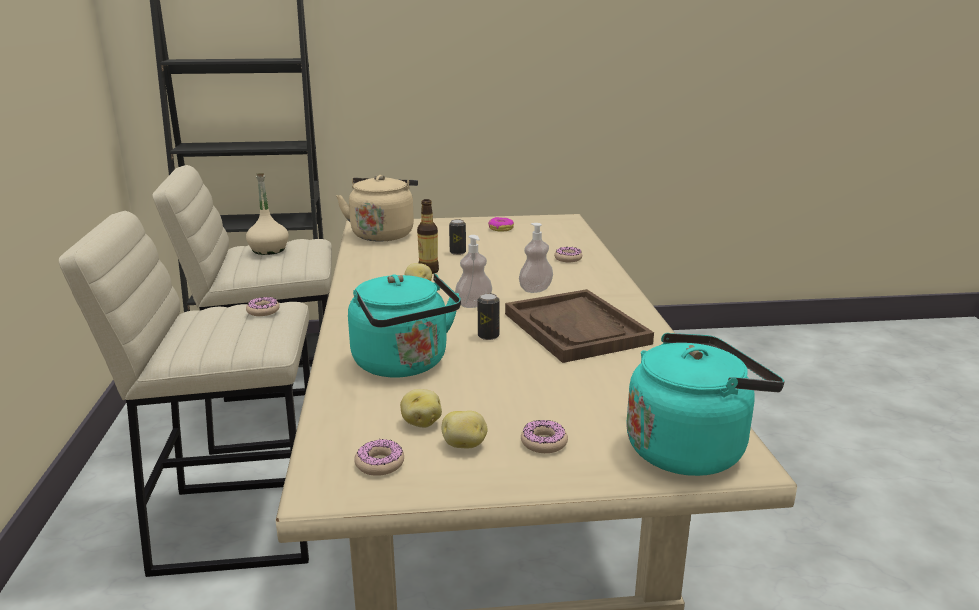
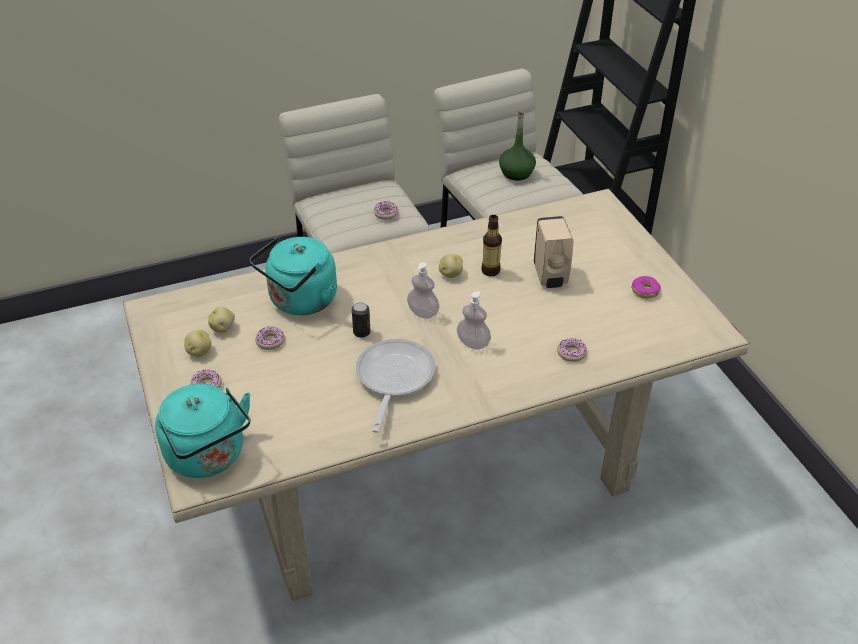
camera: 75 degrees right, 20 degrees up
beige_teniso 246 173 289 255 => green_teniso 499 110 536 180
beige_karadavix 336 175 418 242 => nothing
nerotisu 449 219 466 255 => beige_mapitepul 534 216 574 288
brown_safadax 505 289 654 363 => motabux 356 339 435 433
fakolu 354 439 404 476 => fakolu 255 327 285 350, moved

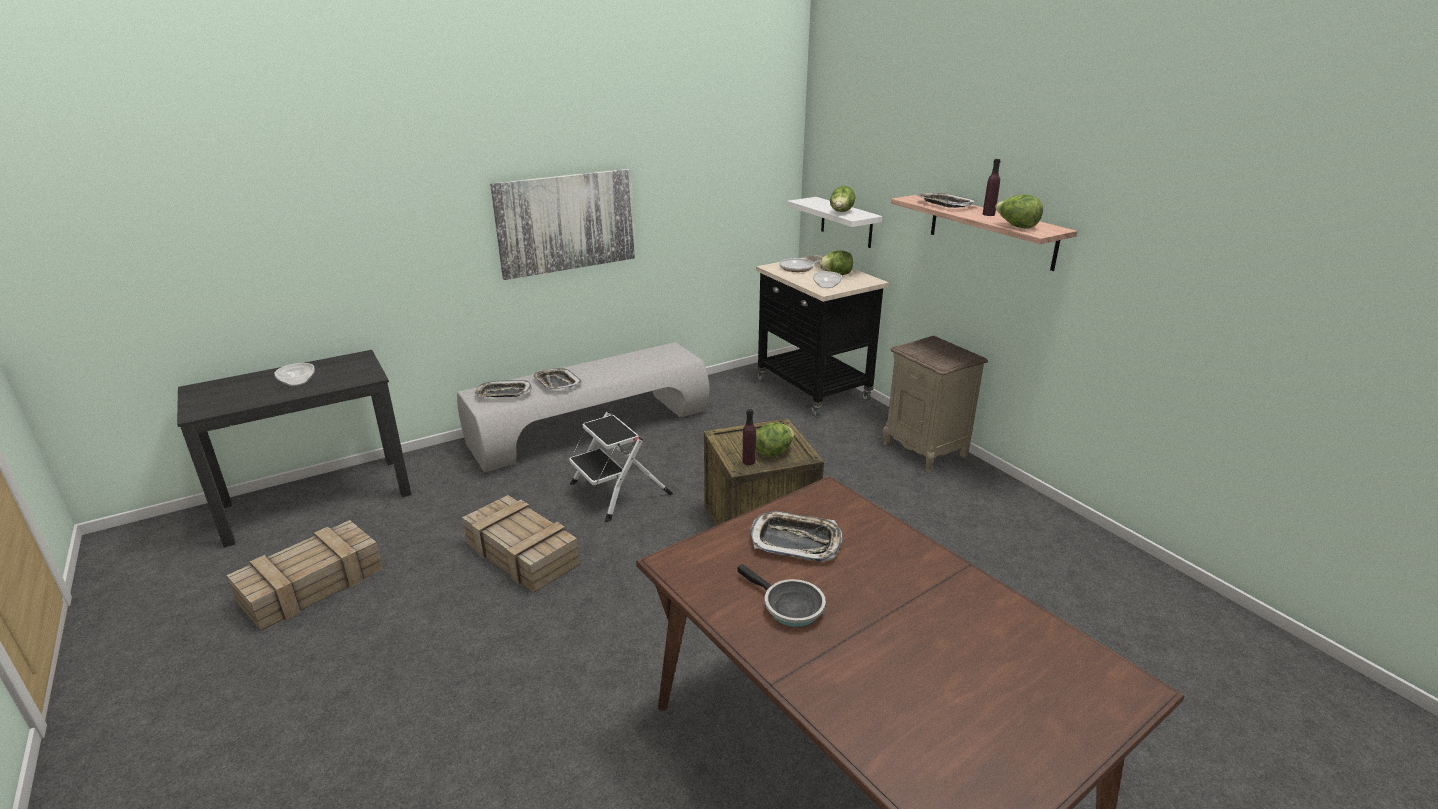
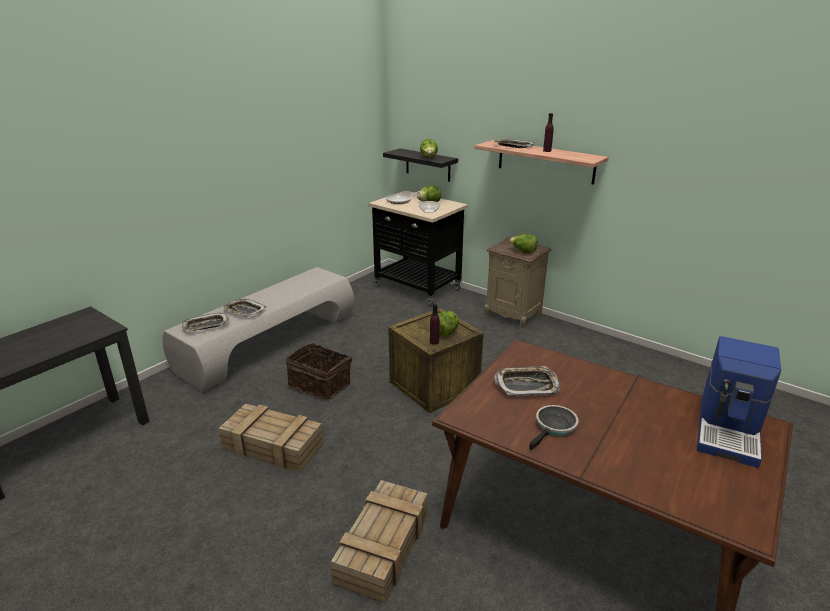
camera: 20 degrees left, 0 degrees up
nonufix 490 169 635 280 => nothing
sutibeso 995 194 1043 229 => sutibeso 509 234 538 253, moved
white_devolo 787 197 883 248 => black_devolo 383 148 458 182
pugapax 274 363 315 386 => nothing
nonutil 569 410 673 522 => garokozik 286 343 352 400
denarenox 227 520 383 631 => denarenox 331 480 428 603, moved
motabux 737 564 826 627 => motabux 529 405 579 451, 75 degrees counterclockwise
nothing => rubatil 697 336 781 468

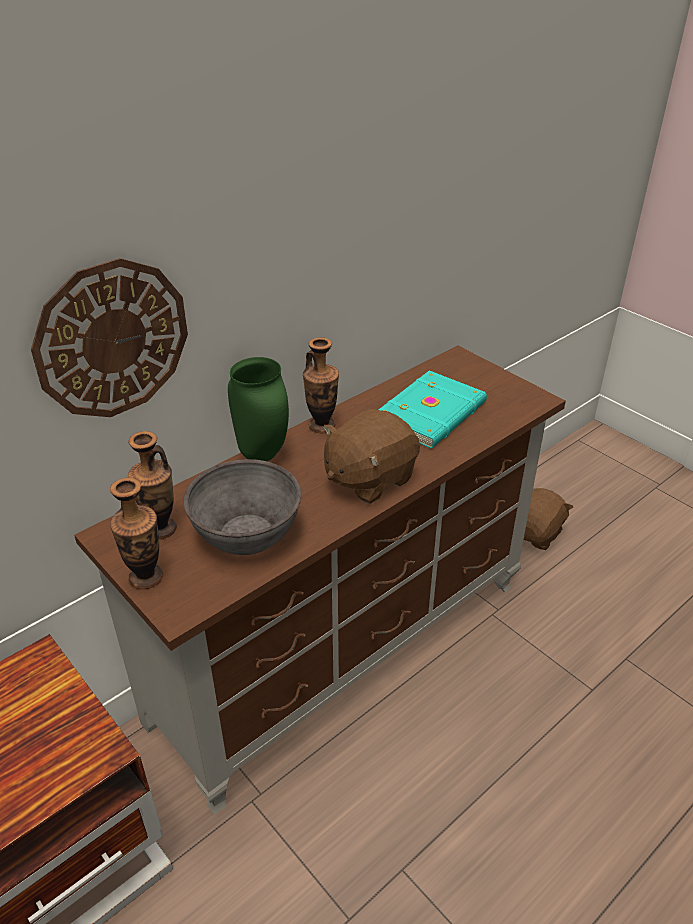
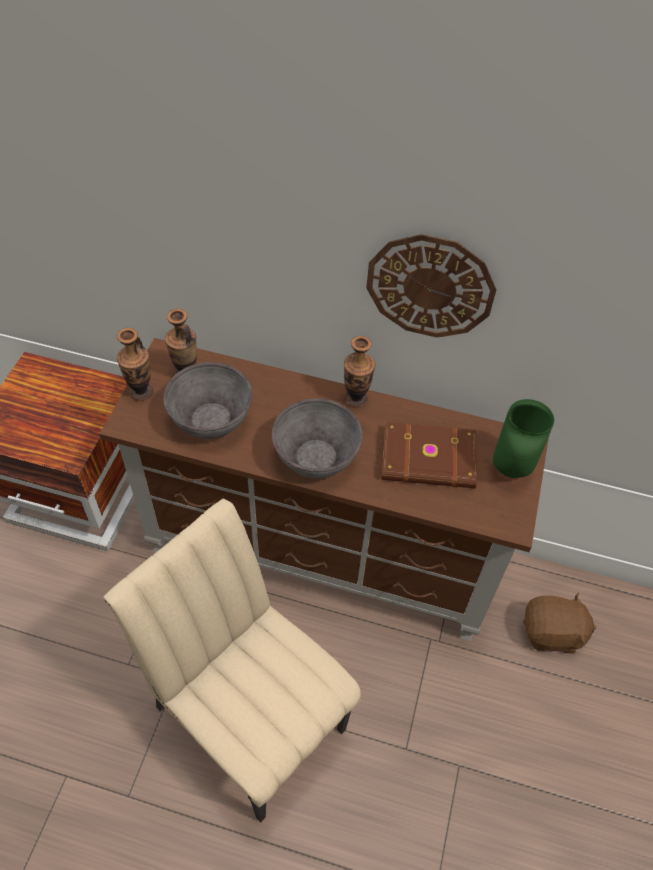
camera: 55 degrees right, 15 degrees up
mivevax 31 258 188 417 => mivevax 366 234 497 338, moved
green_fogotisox 228 357 289 461 => green_fogotisox 493 399 554 478, moved
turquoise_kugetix 379 370 487 449 => brown_kugetix 381 422 477 488
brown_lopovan 323 409 420 504 => grey_pugapax 272 398 363 478
nothing => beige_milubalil 103 498 361 822

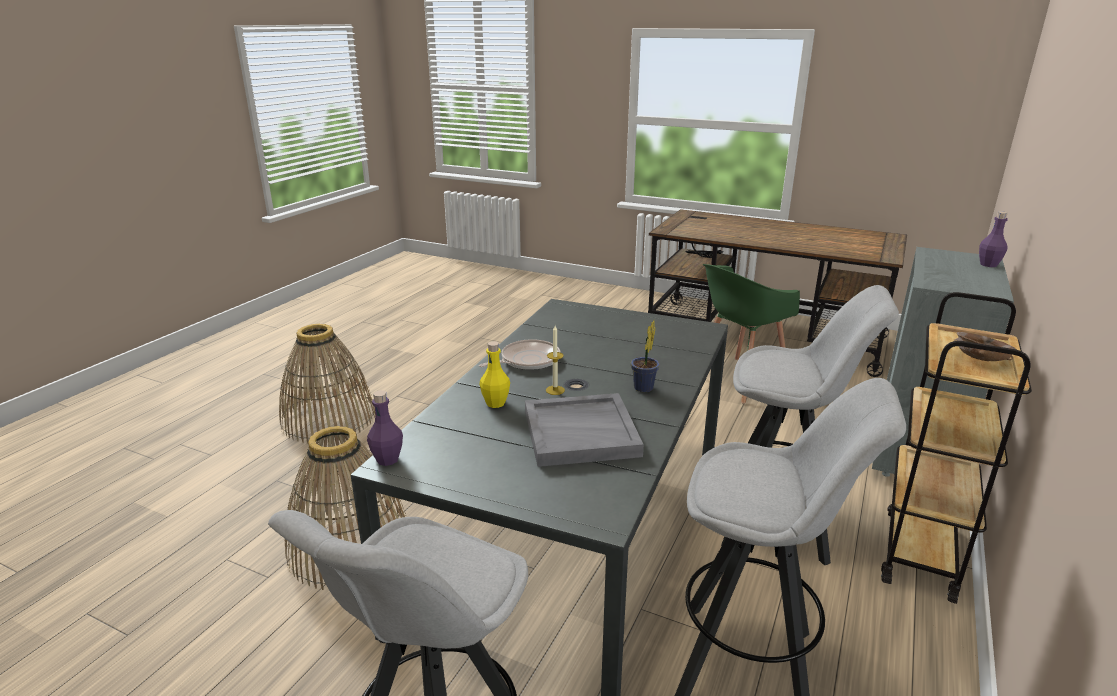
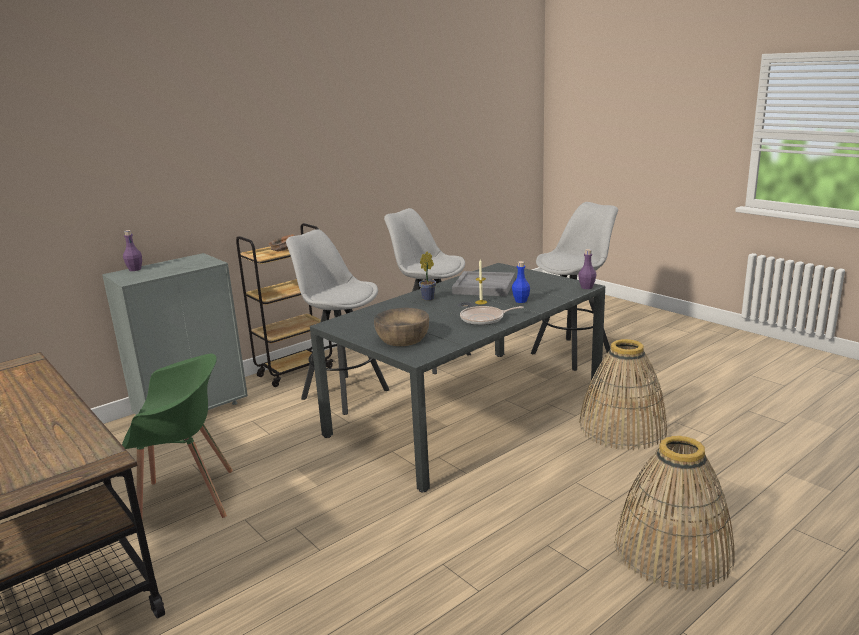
camera: 155 degrees left, 5 degrees down
yellow_teniso 479 341 510 408 => blue_teniso 512 261 530 303
nothing => brown_pugapax 374 308 429 346

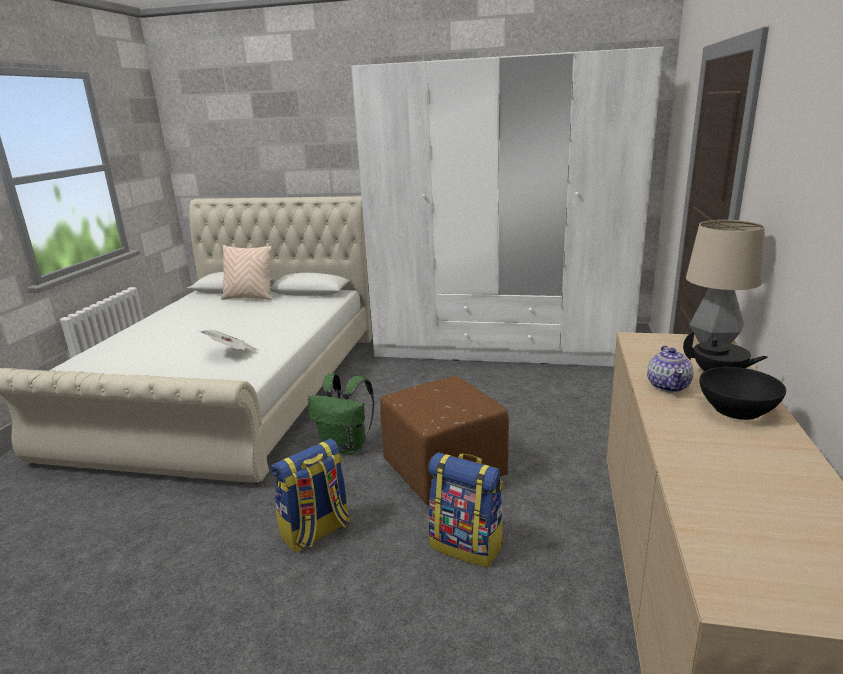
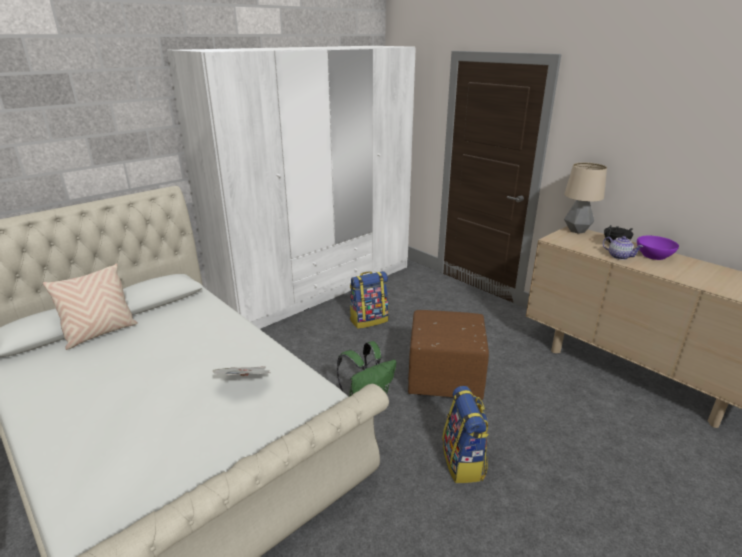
camera: 55 degrees left, 5 degrees up
black_pugapax 699 367 786 420 => purple_pugapax 637 236 679 260
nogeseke 428 452 504 567 => nogeseke 350 271 389 329, moved

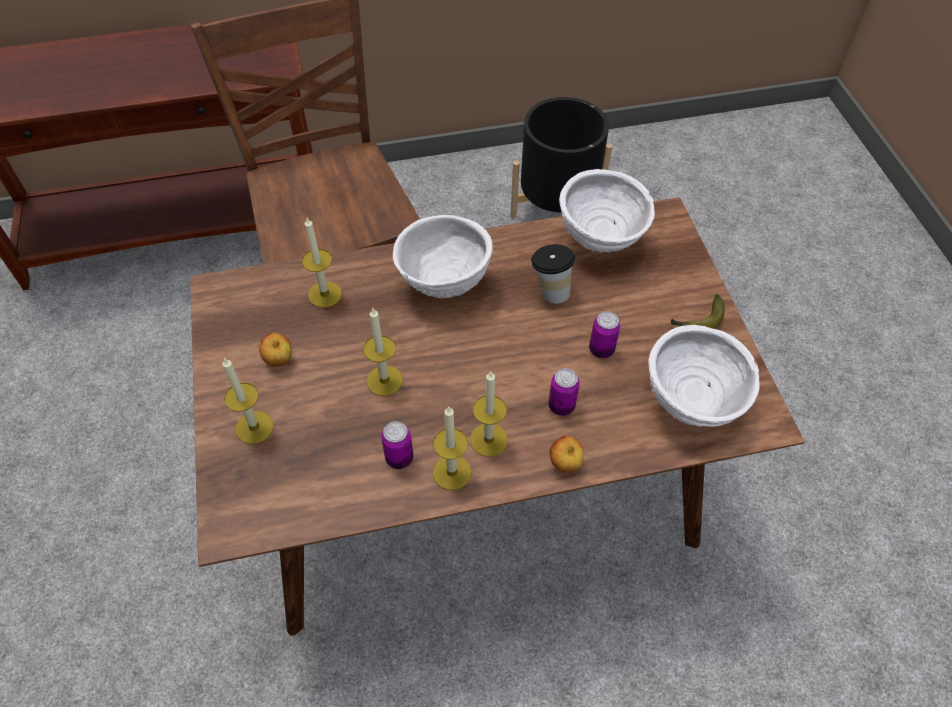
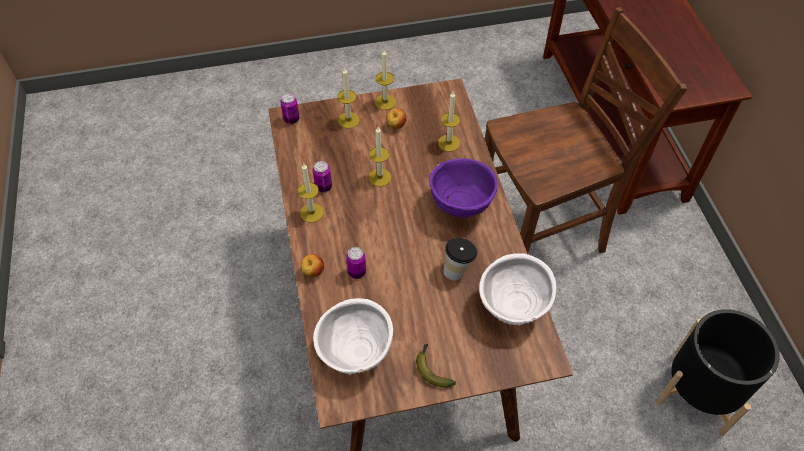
camera: 90 degrees right, 0 degrees up
white_pugapax 393 215 493 299 => purple_pugapax 429 158 498 218
nerotisu 589 311 620 358 => nerotisu 280 93 299 124, moved
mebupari 470 372 508 457 => mebupari 375 50 396 110, moved

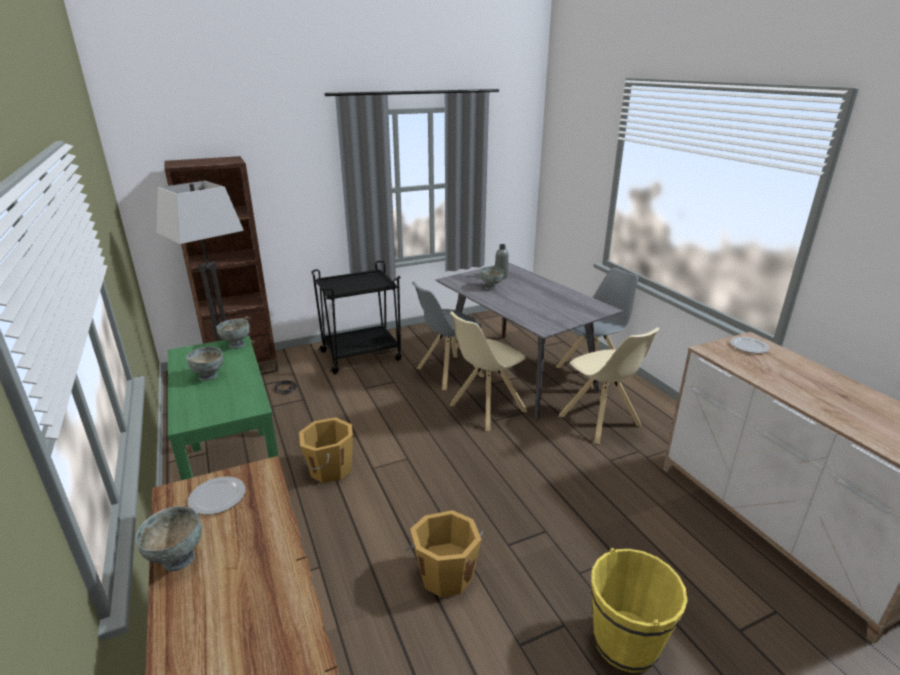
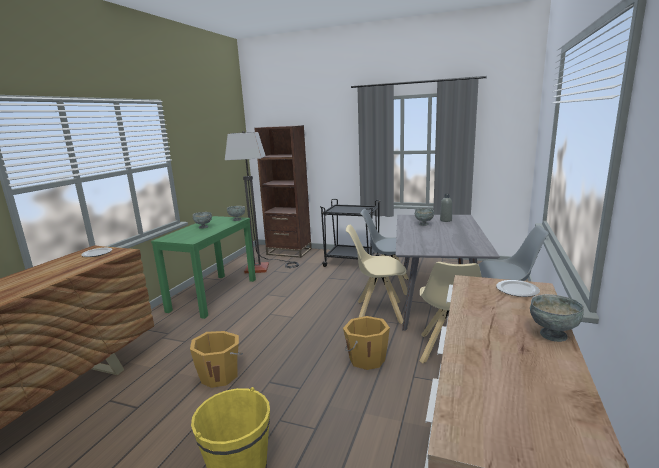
camera: 45 degrees right, 10 degrees down
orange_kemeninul 299 417 353 483 => orange_kemeninul 343 316 390 370, moved
grey_pugapax 135 506 202 571 => grey_pugapax 530 294 584 342, moved

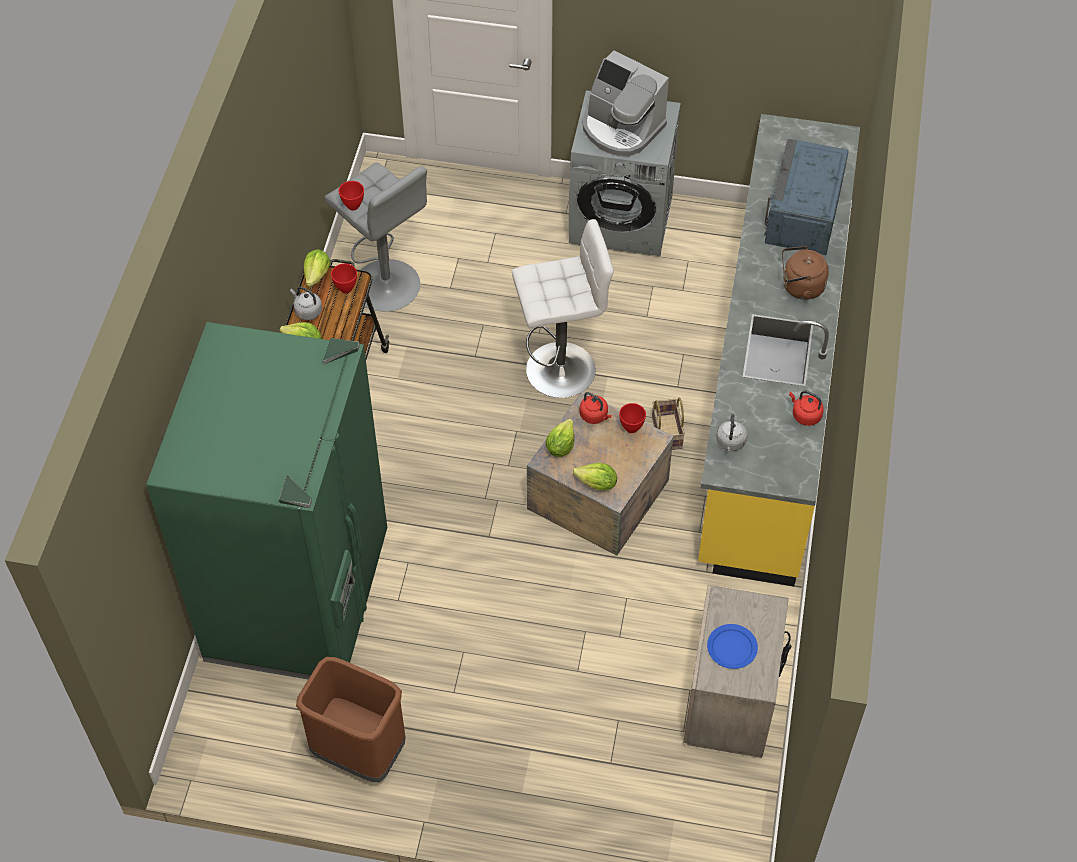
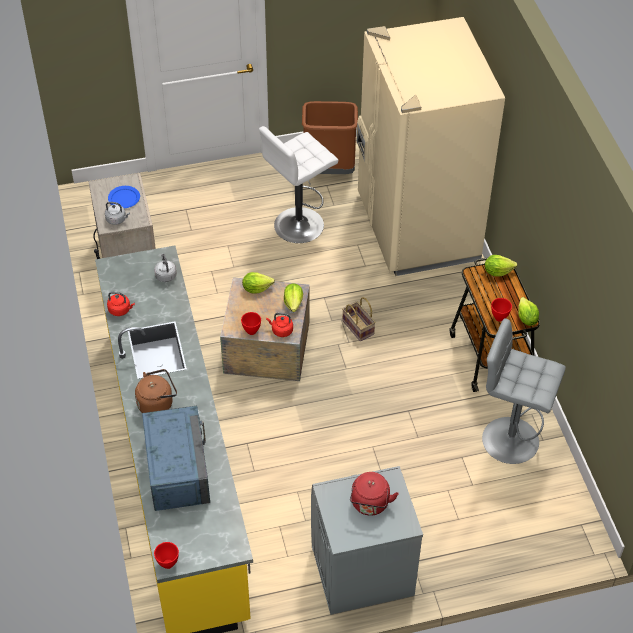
camera: 155 degrees right, 5 degrees down
rubatil 583 50 669 157 => red_karadavix 350 472 399 516
red_pugapax 338 181 364 211 => red_pugapax 154 542 179 569, moved
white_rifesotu 512 219 614 398 => white_rifesotu 259 126 338 243, moved
grey_karadavix 290 287 322 320 => grey_karadavix 105 202 130 225, moved
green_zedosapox 146 322 387 680 => beige_zedosapox 357 17 505 276
garokozik 652 398 685 450 => garokozik 342 297 376 341, moved

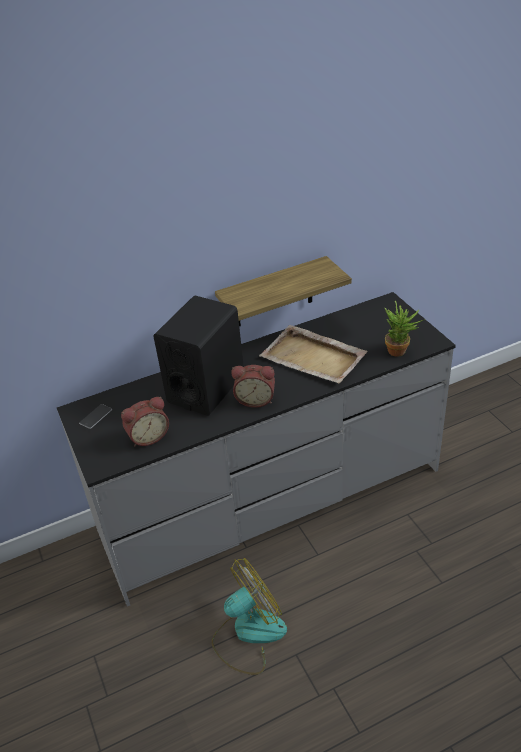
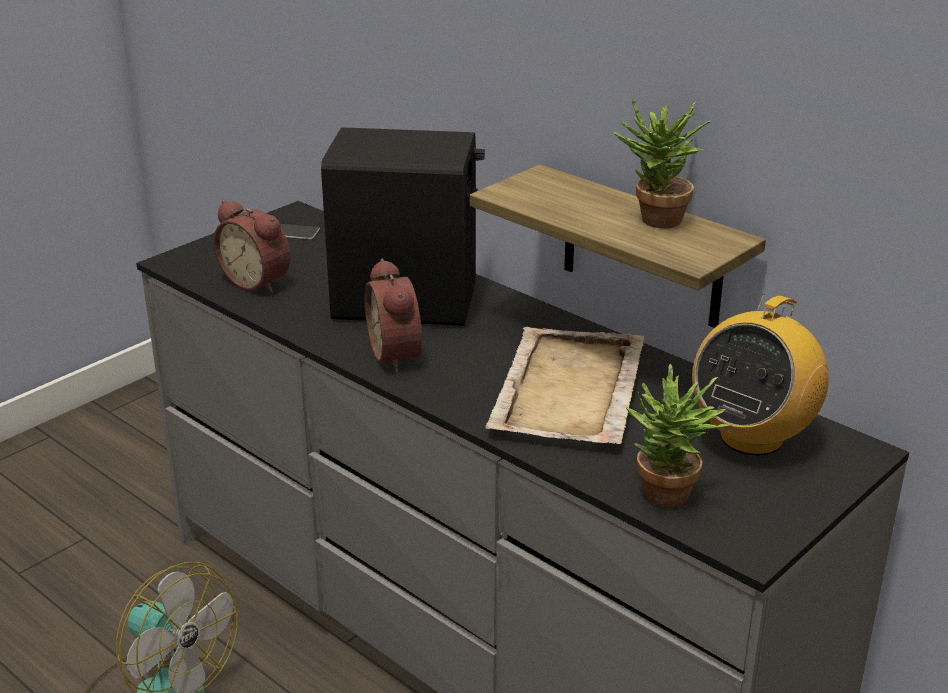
camera: 65 degrees right, 10 degrees down
nothing => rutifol 614 100 712 228
nothing => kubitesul 692 294 829 456

